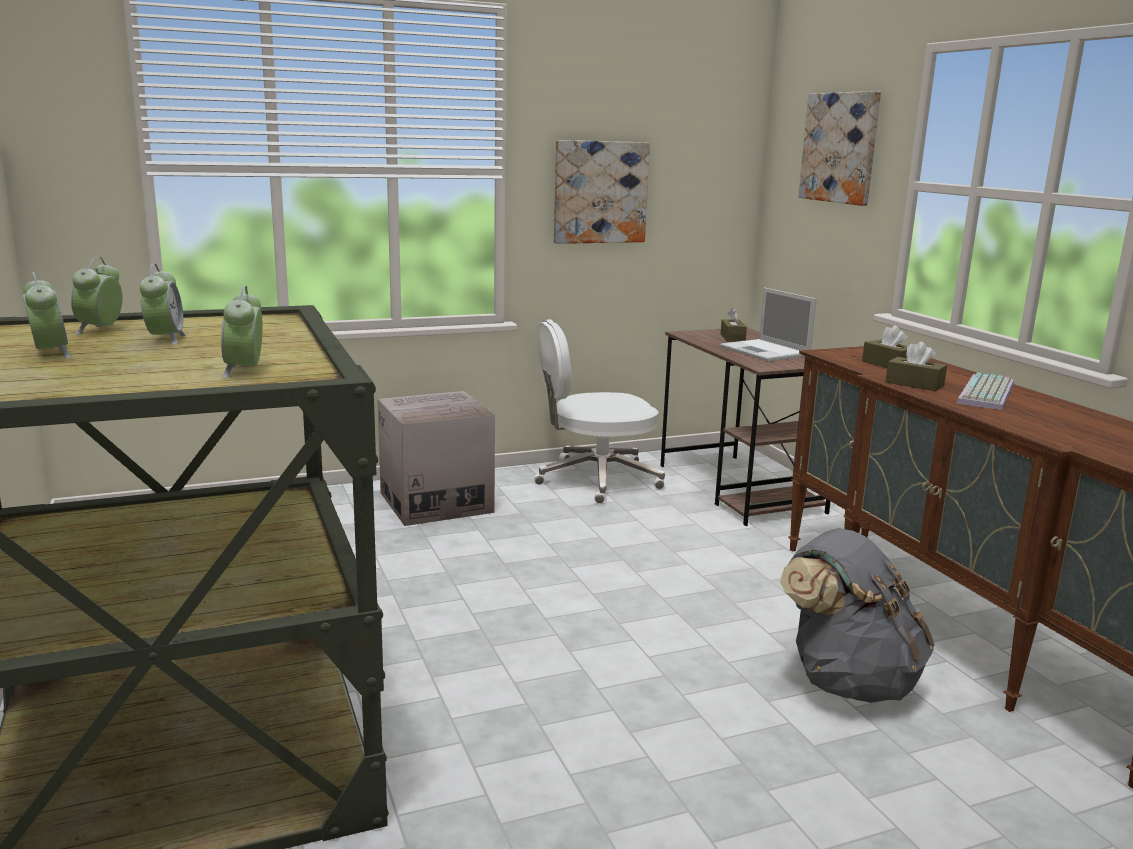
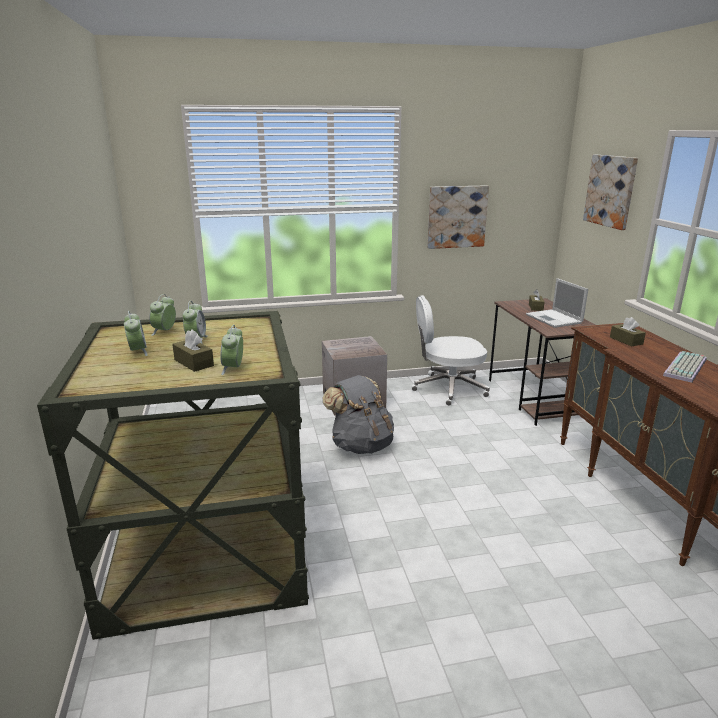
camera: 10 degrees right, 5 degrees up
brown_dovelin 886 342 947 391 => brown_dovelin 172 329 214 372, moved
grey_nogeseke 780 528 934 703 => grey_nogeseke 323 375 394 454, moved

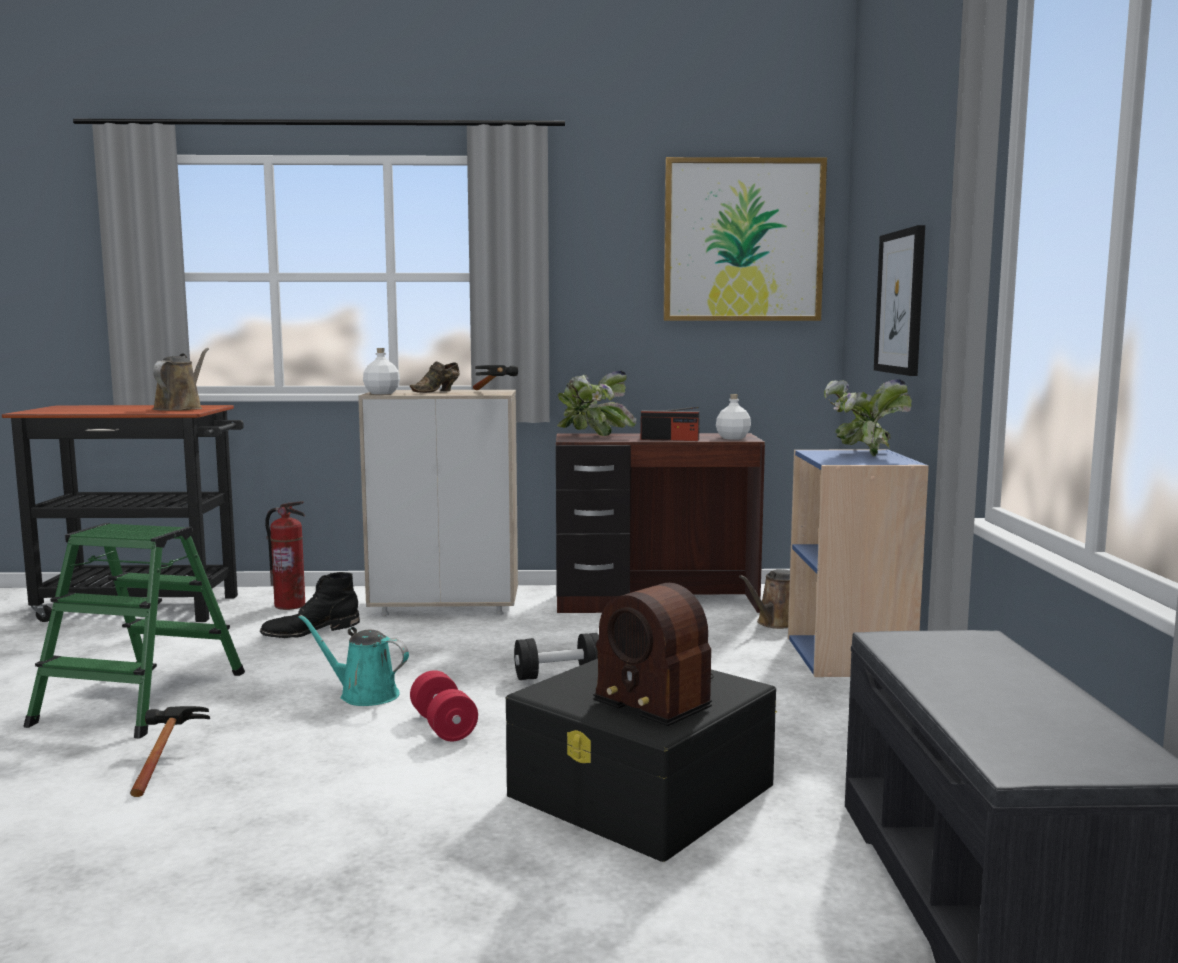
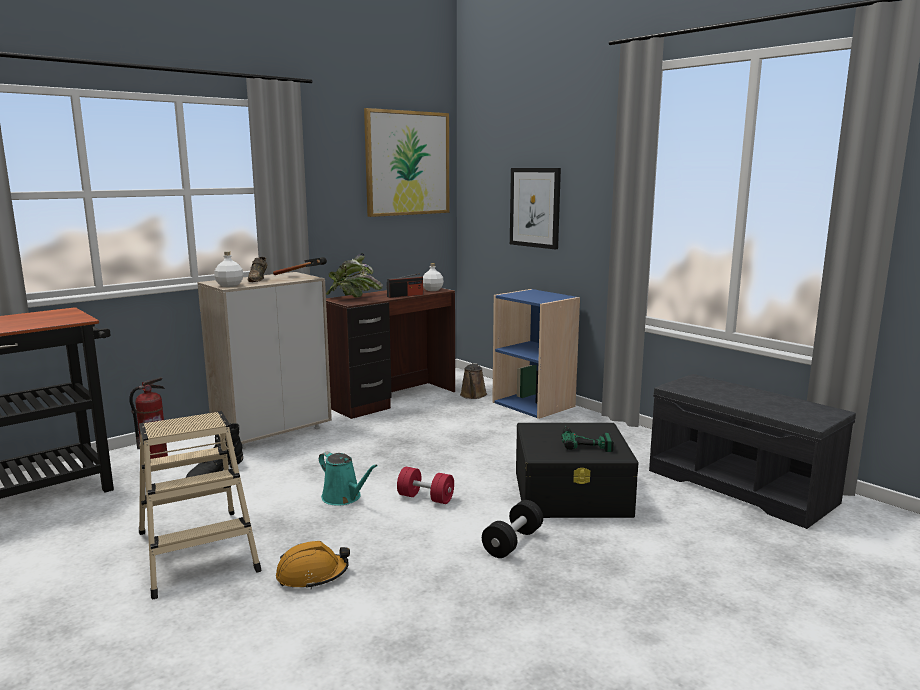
camera: 40 degrees left, 5 degrees up
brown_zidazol 153 348 209 411 => nothing
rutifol 824 379 912 456 => nothing
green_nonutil 23 523 245 738 => beige_nonutil 139 411 262 599
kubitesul 593 583 714 726 => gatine 561 425 614 452
turquoise_zidazol 299 615 409 706 => turquoise_zidazol 319 451 378 506, 120 degrees counterclockwise
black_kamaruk 514 633 599 680 => black_kamaruk 482 500 543 558, moved
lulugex 130 706 210 797 => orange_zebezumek 276 541 350 589

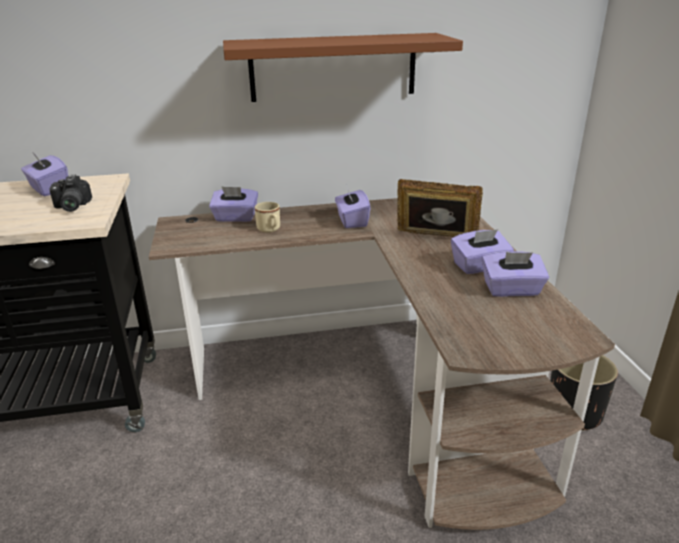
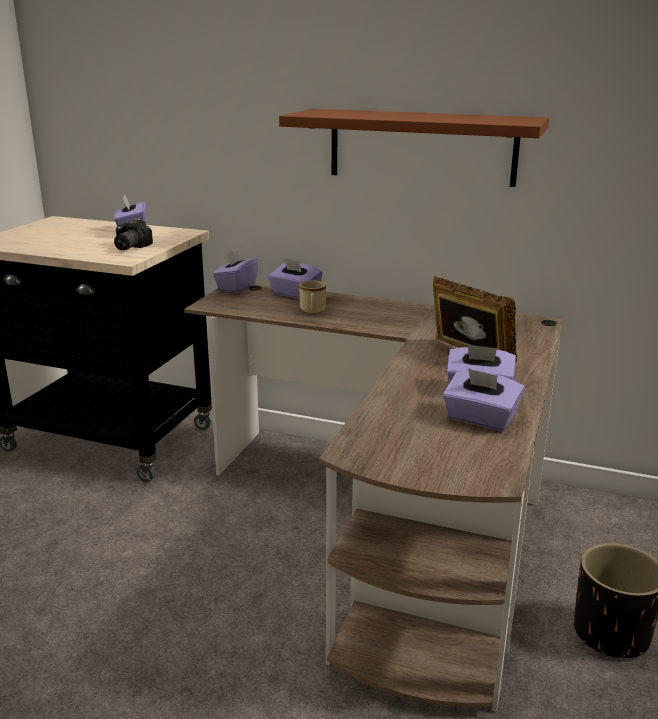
camera: 30 degrees right, 5 degrees down
purple_dovelin 335 185 371 228 => purple_dovelin 213 249 259 293, moved

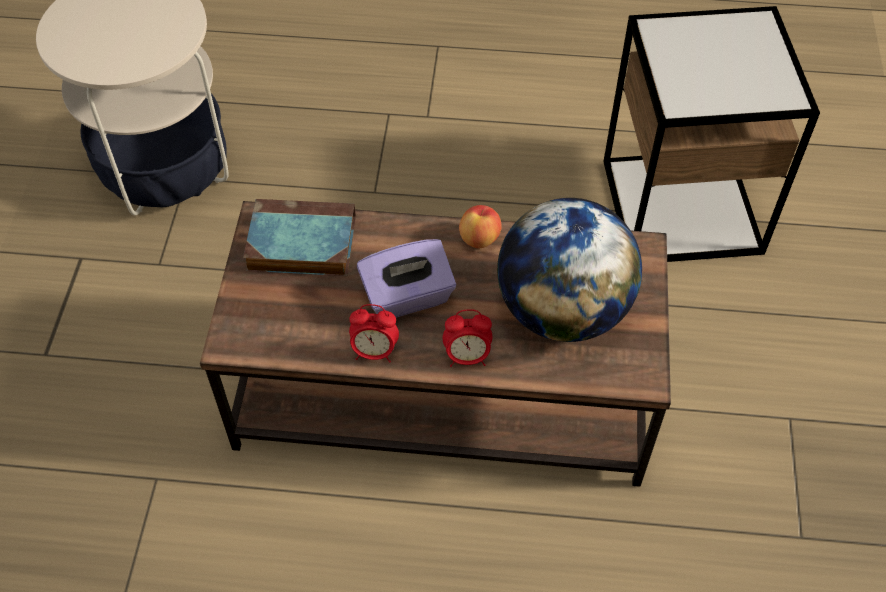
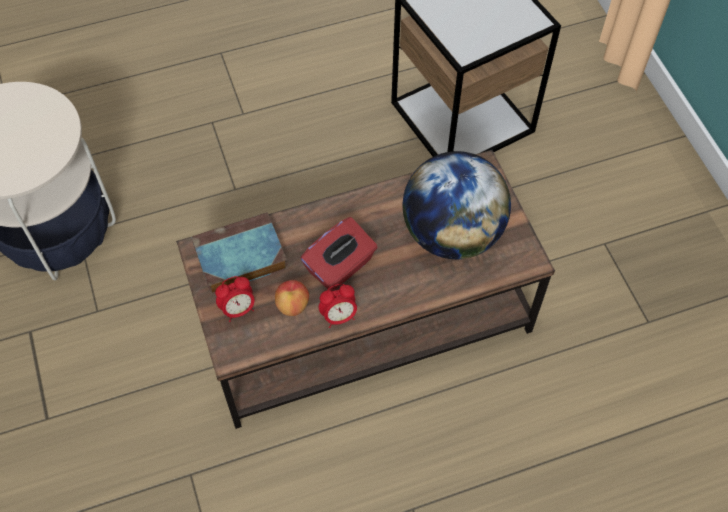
camera: 25 degrees left, 5 degrees up
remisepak 459 205 502 248 => remisepak 275 280 309 316, moved
purple_dovelin 357 239 456 318 => red_dovelin 301 217 378 291
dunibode 443 309 492 367 => dunibode 215 276 255 322, moved

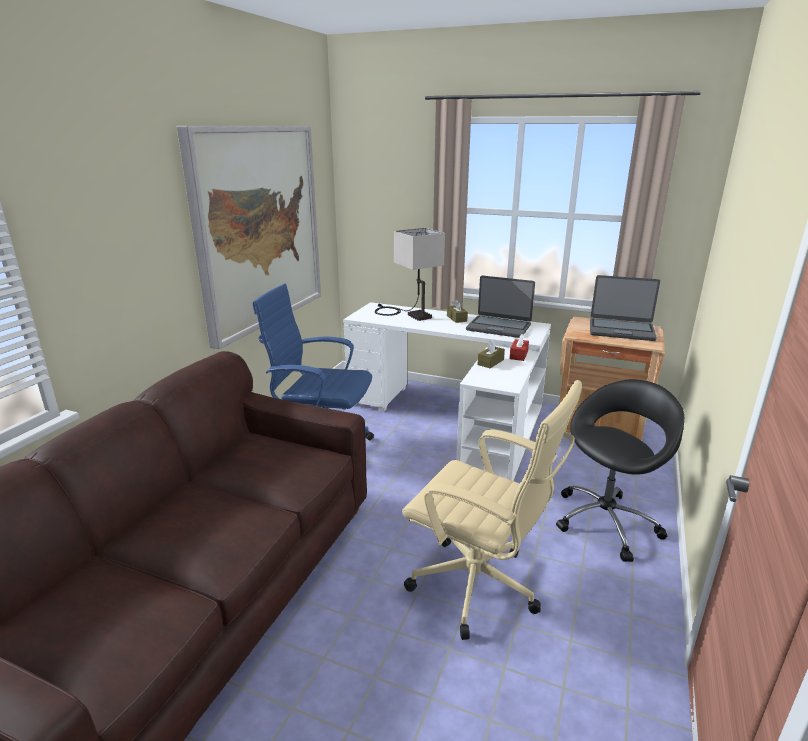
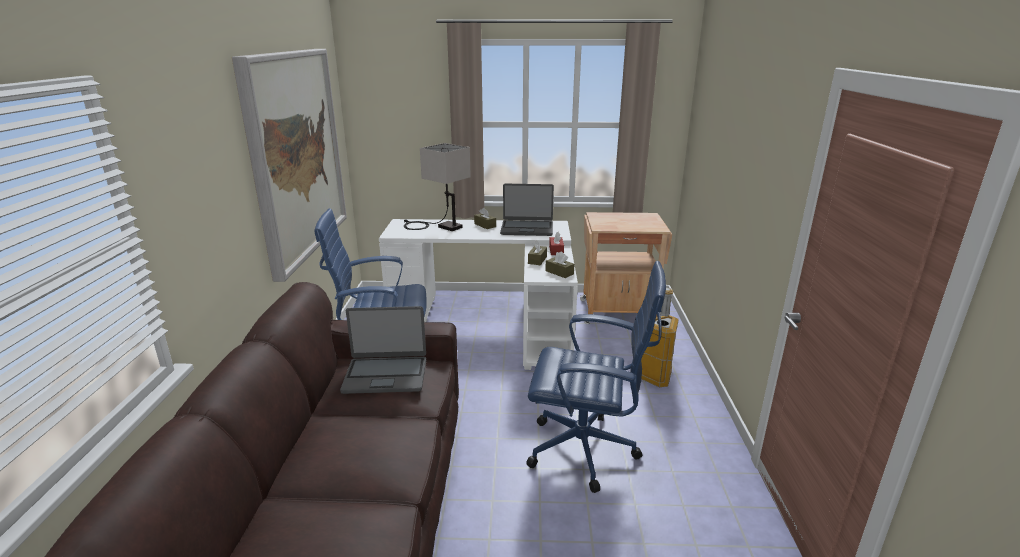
camera: 20 degrees left, 0 degrees up
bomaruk 590 275 660 341 => bomaruk 340 306 426 394, moved
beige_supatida 402 380 582 640 => blue_supatida 526 261 666 493
black_supatida 556 380 684 562 => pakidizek 641 288 679 387
nothing => brown_dovelin 545 251 574 278

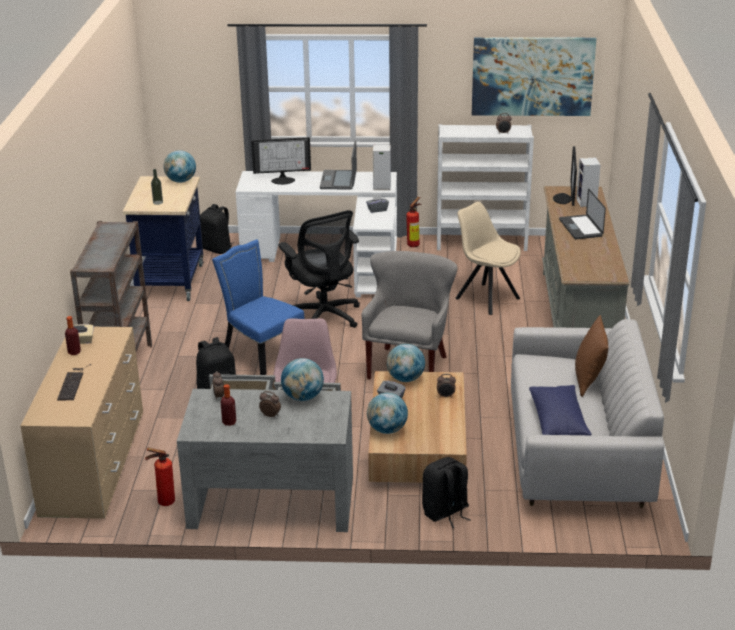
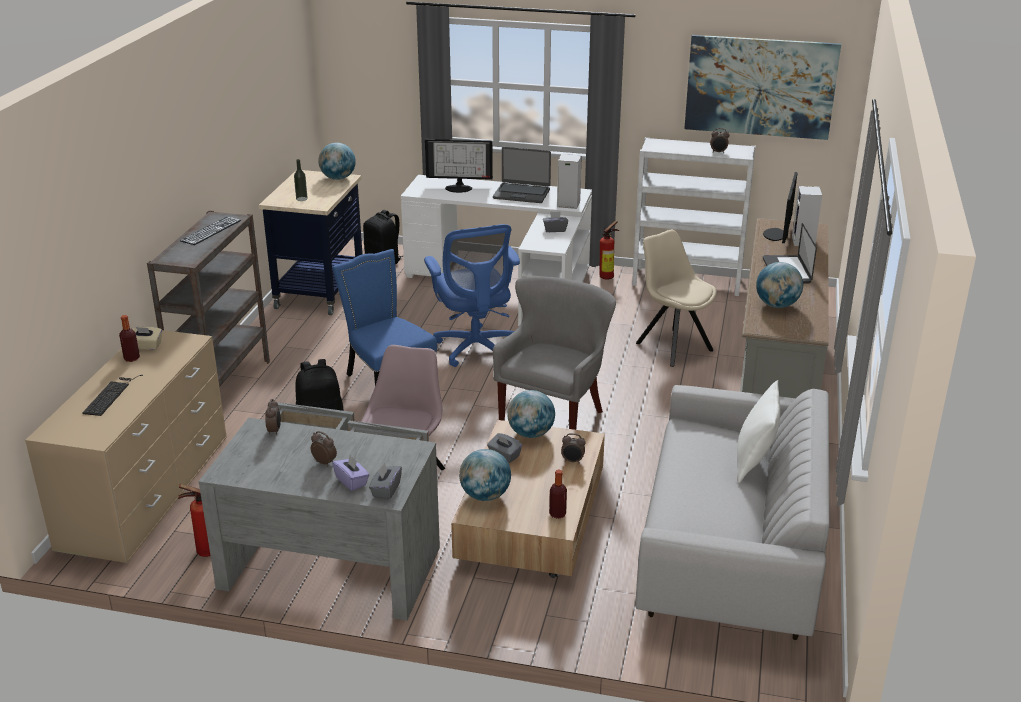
camera: 10 degrees right, 0 degrees up
bomaruk 320 140 357 190 => bomaruk 493 147 551 203, 90 degrees counterclockwise
black_supatida 279 210 360 328 => blue_supatida 424 224 520 367
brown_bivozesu 575 315 608 397 => white_bivozesu 737 380 780 483
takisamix 281 358 324 401 => takisamix 756 262 803 308, moved
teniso 221 384 236 426 => teniso 549 470 567 519, moved
blue_bivozesu 529 385 592 436 => nothing
black_nogeseke 422 457 470 528 => nothing
nothing => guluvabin 180 217 241 245
nothing => purple_dovelin 332 455 369 491
nothing => grey_dovelin 369 462 402 500

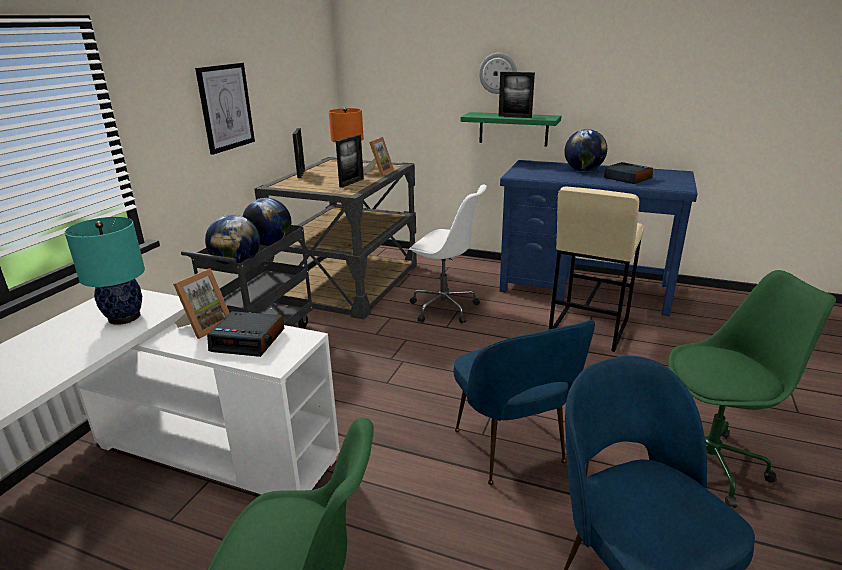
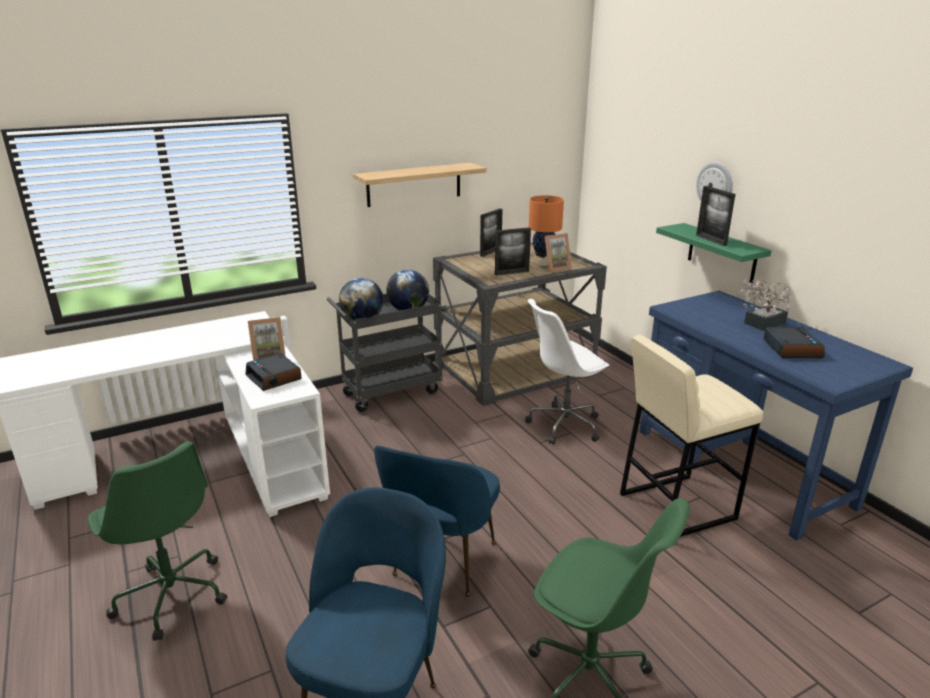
camera: 40 degrees right, 0 degrees up
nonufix 195 63 255 155 => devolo 353 163 486 207
takisamix 564 129 607 171 => rutifol 739 278 792 331
white_supatida 408 185 487 324 => white_supatida 525 299 609 445, 90 degrees clockwise
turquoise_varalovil 65 217 145 325 => nothing

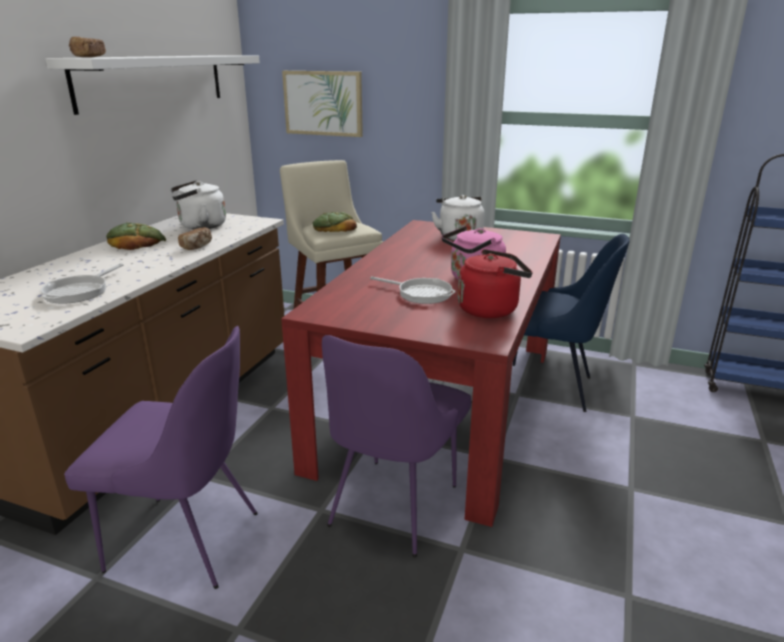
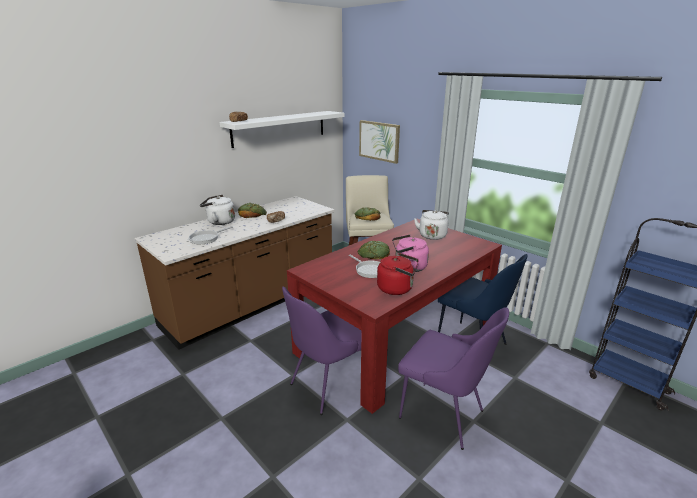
camera: 25 degrees right, 0 degrees up
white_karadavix 171 180 226 229 => white_karadavix 200 195 235 225, moved
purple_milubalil 64 326 258 589 => purple_milubalil 398 307 509 450, moved
nothing => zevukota 358 241 390 259

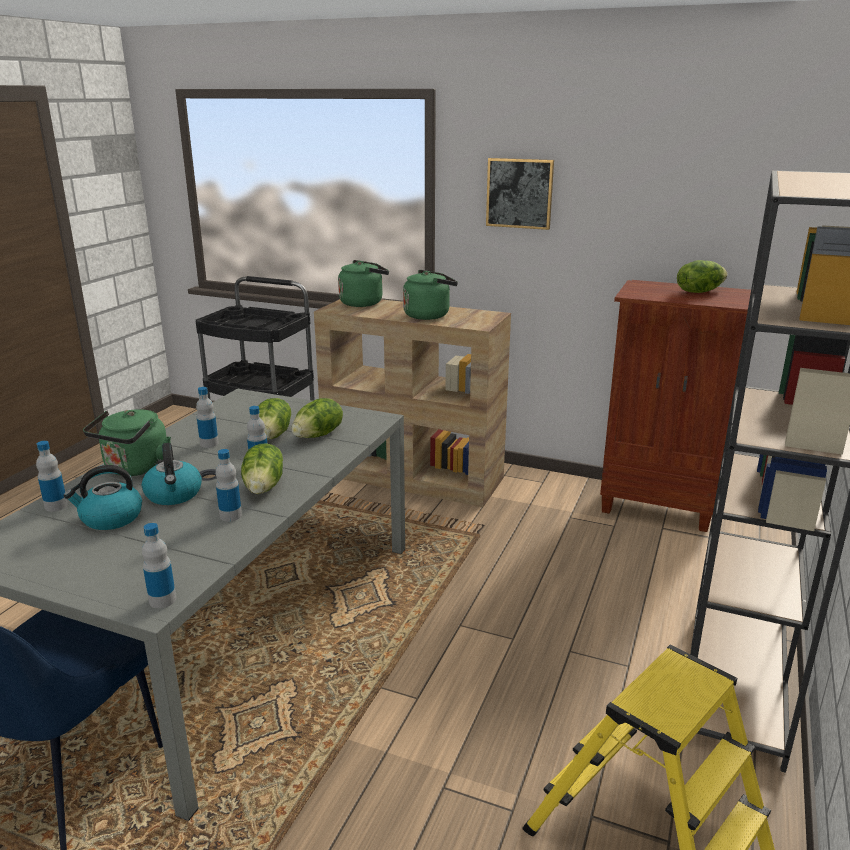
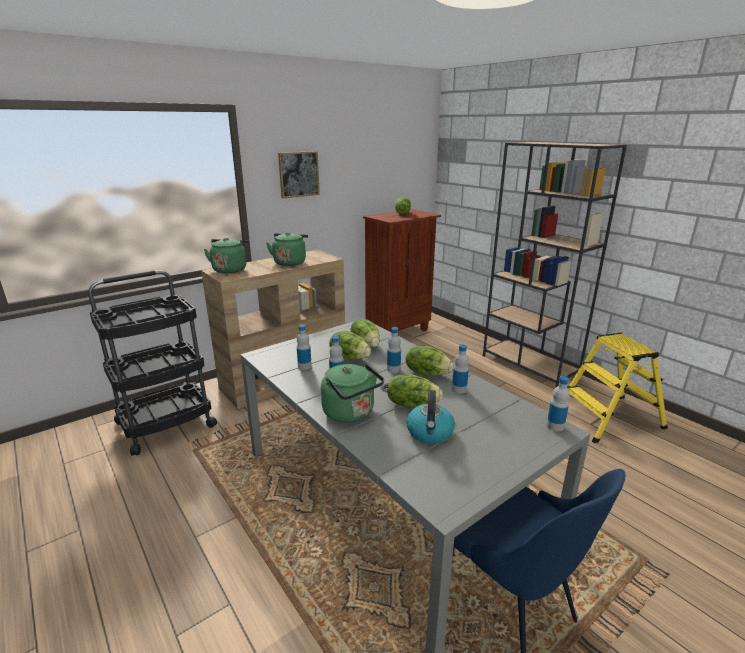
camera: 60 degrees left, 0 degrees up
teniso 36 441 68 512 => teniso 297 324 312 370, moved
karadavix 142 443 202 505 => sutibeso 387 374 443 407

